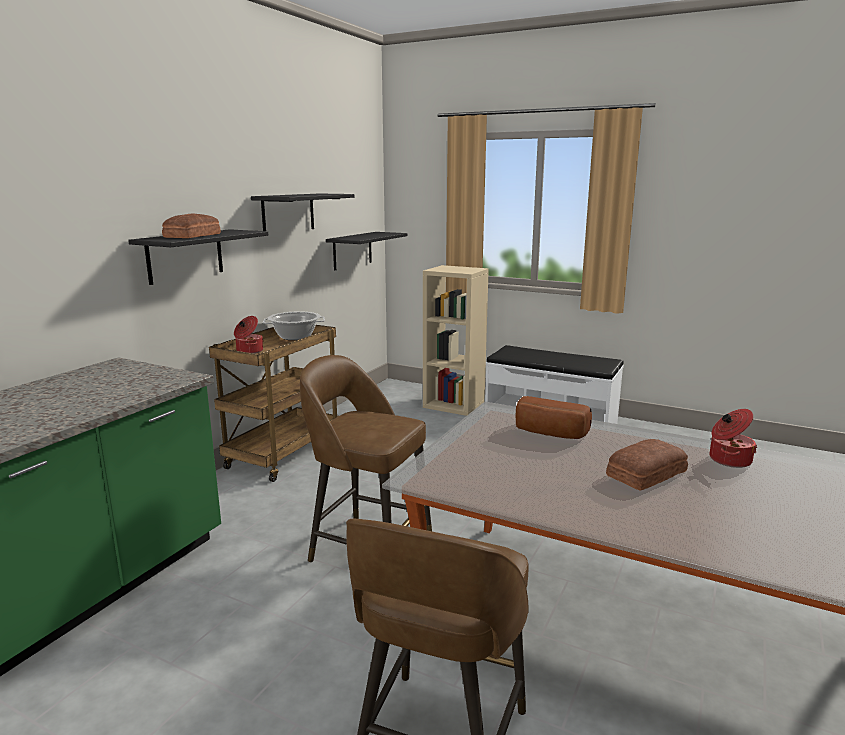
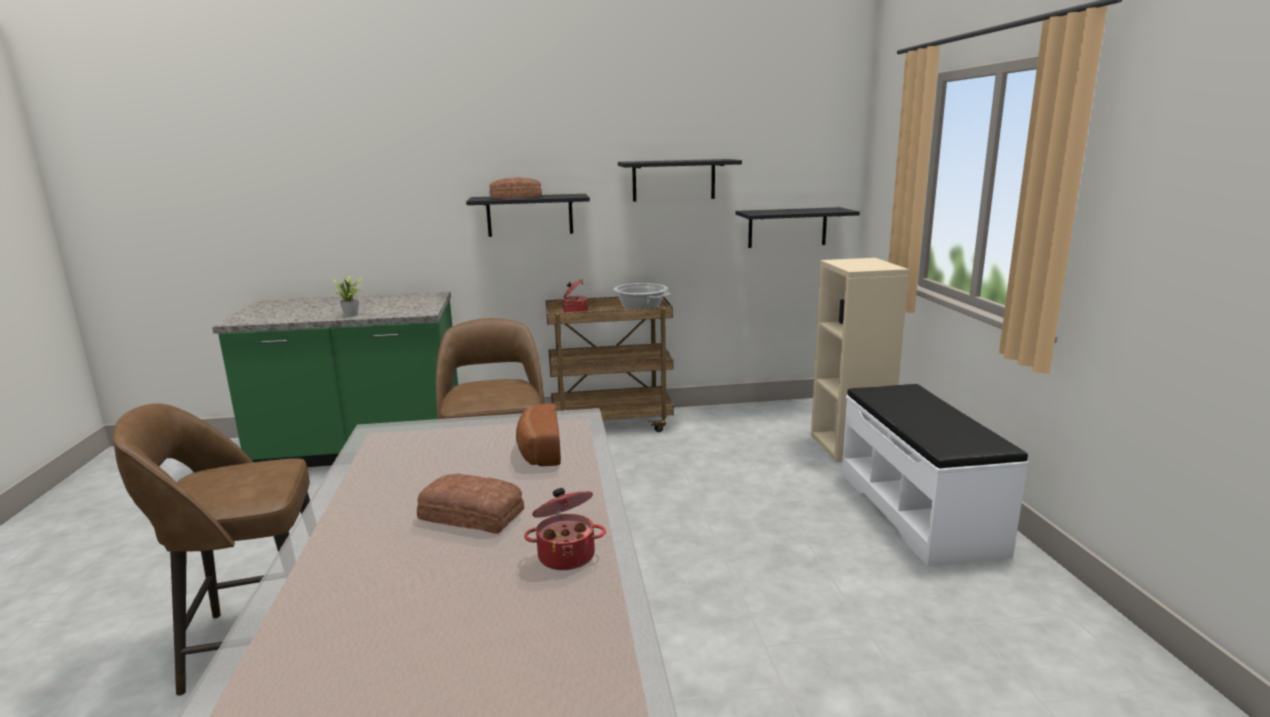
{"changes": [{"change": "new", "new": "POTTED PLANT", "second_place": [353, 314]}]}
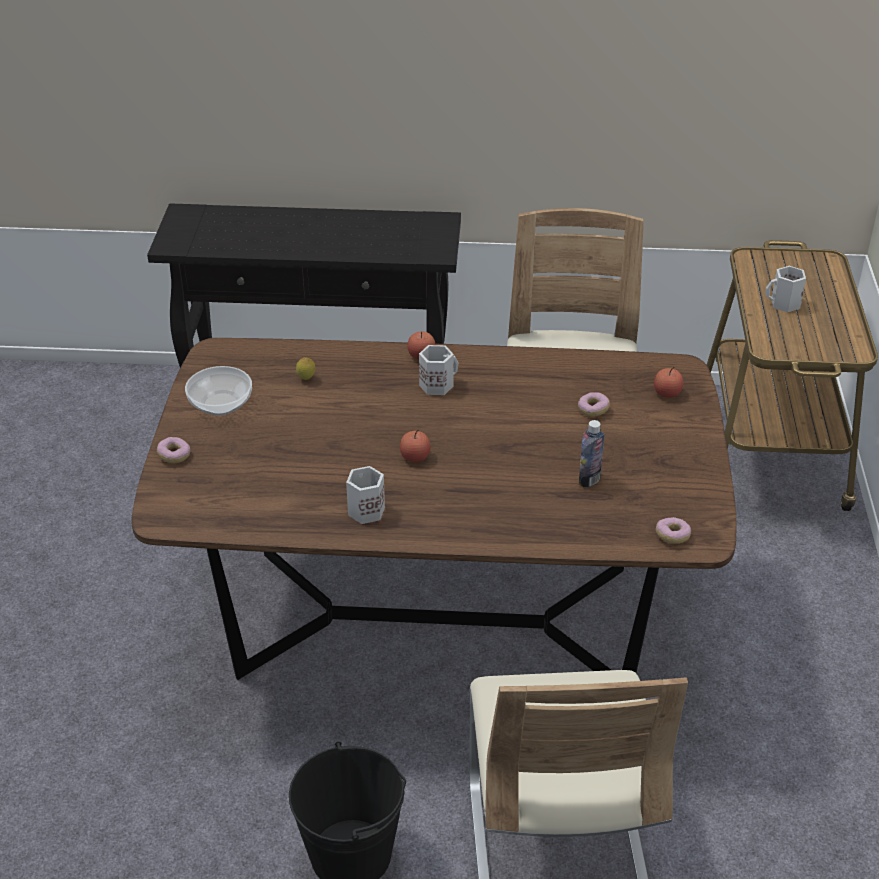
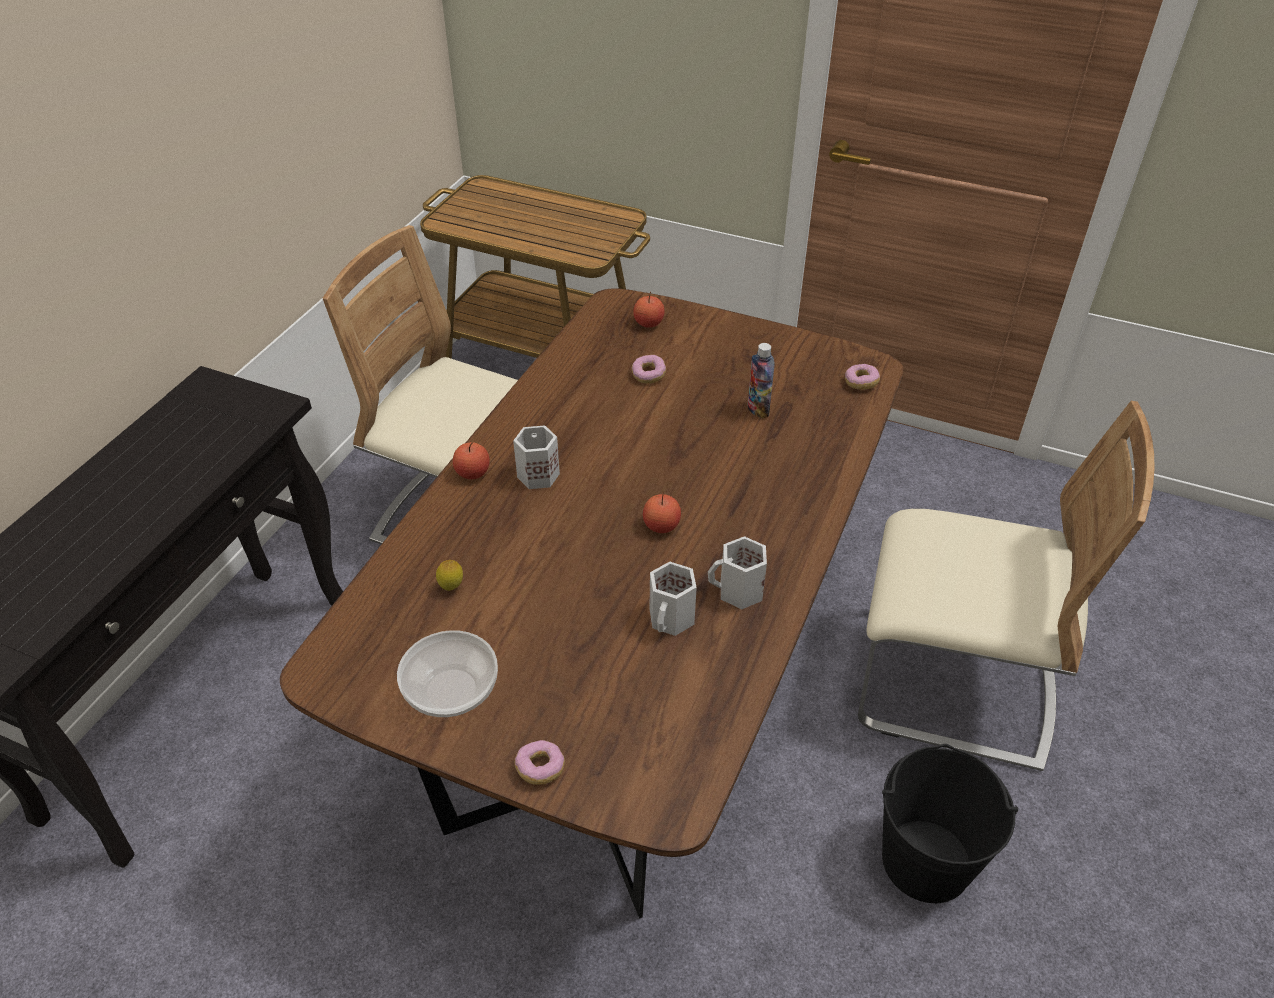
{"changes": [{"change": "shifted", "old": "WHITE MUG", "first_place": [784, 304], "second_place": [672, 619]}]}
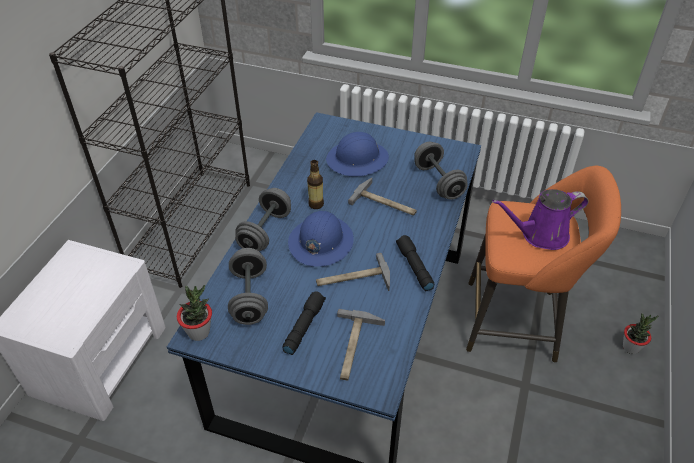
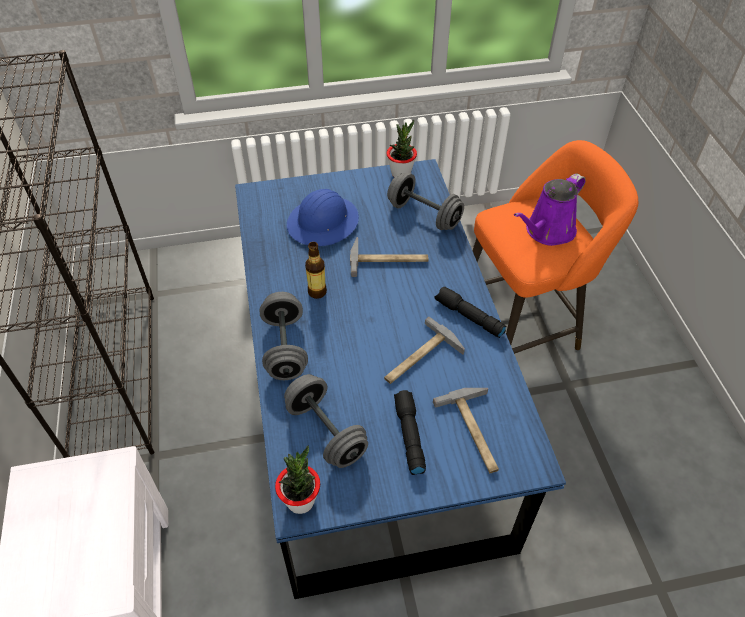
{"changes": [{"change": "shifted", "old": "POTTED PLANT", "first_place": [631, 347], "second_place": [401, 173]}, {"change": "gone", "old": "BLUE HARD HAT", "first_place": [320, 242]}]}
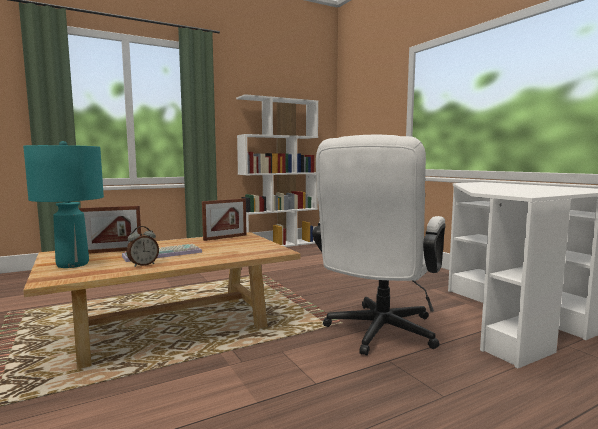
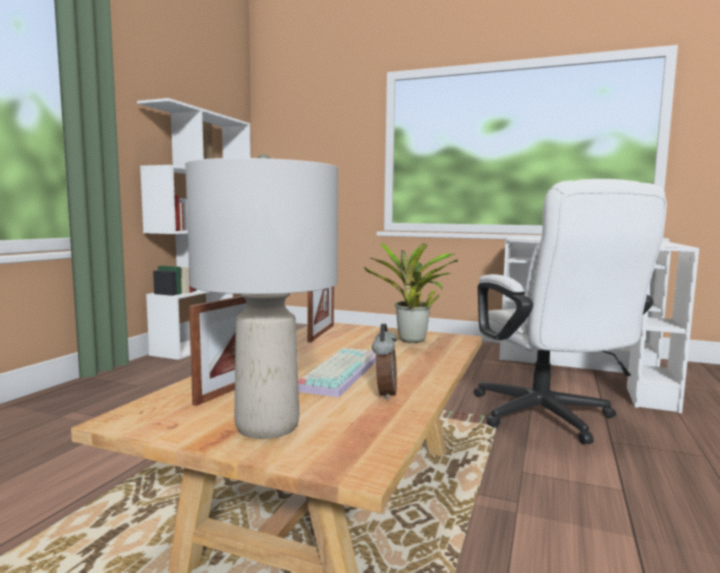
{"changes": [{"change": "repainted", "old": "TURQUOISE TABLE LAMP", "new": "GREY TABLE LAMP", "first_place": [72, 264], "second_place": [266, 426]}, {"change": "new", "new": "POTTED PLANT", "second_place": [411, 341]}]}
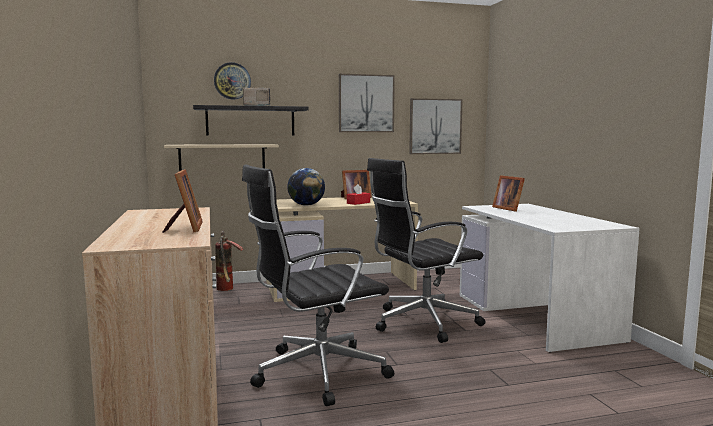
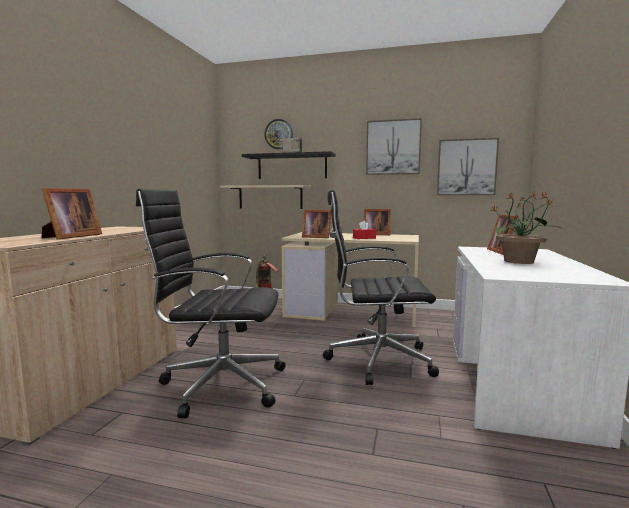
{"changes": [{"change": "swapped", "old": "GLOBE", "new": "PICTURE FRAME", "first_place": [306, 205], "second_place": [316, 237]}, {"change": "new", "new": "POTTED PLANT", "second_place": [520, 261]}]}
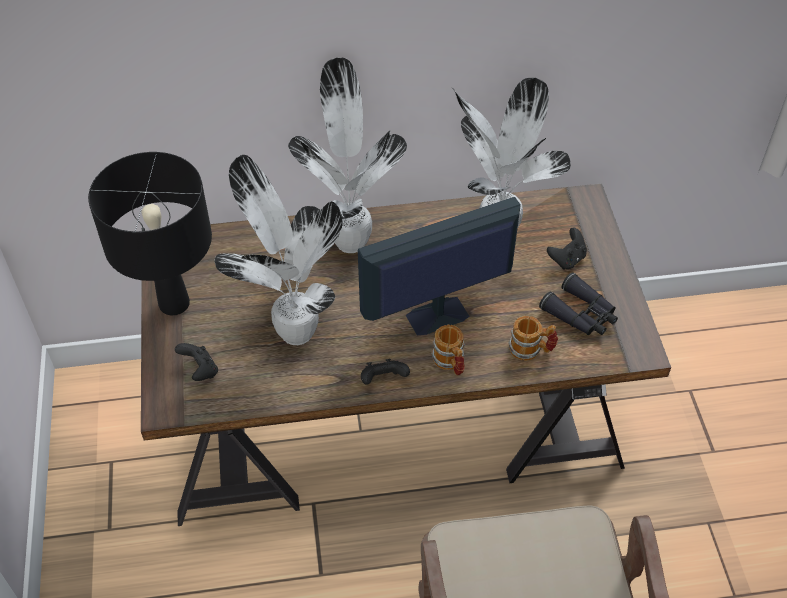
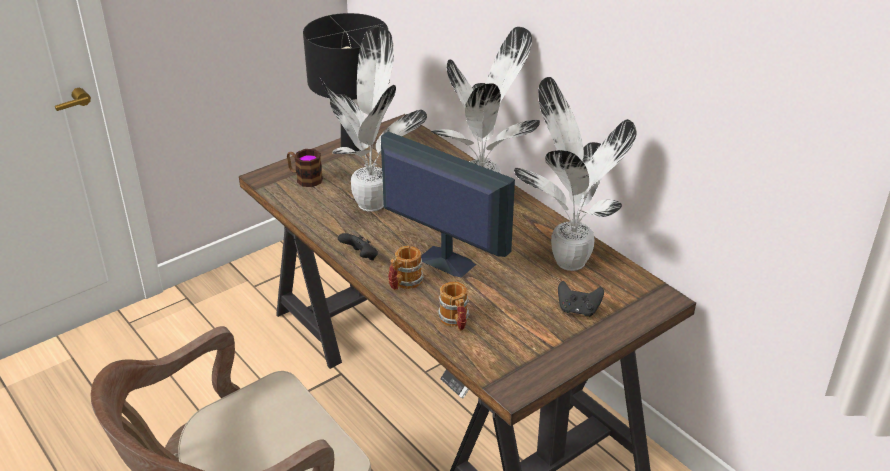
{"changes": [{"change": "swapped", "old": "BLACK GAME CONTROLLER", "new": "MUG", "first_place": [200, 370], "second_place": [305, 178]}, {"change": "gone", "old": "BLACK BINOCULARS", "first_place": [581, 314]}]}
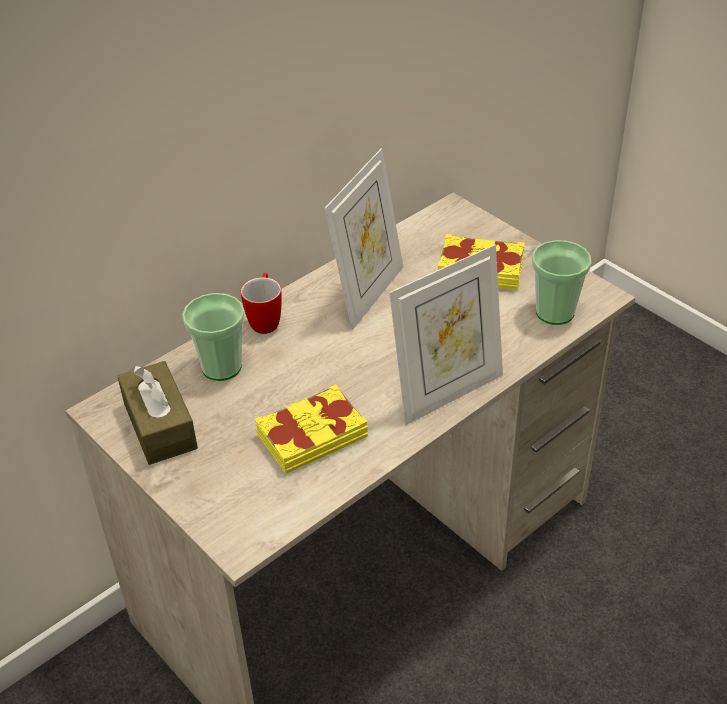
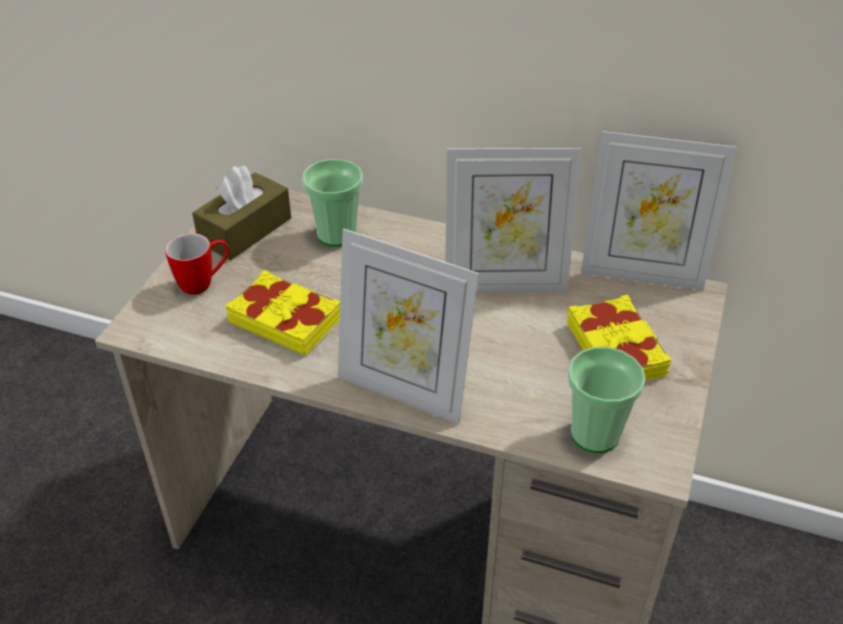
{"changes": [{"change": "shifted", "old": "MUG", "first_place": [265, 320], "second_place": [204, 283]}, {"change": "new", "new": "PICTURE FRAME", "second_place": [642, 273]}]}
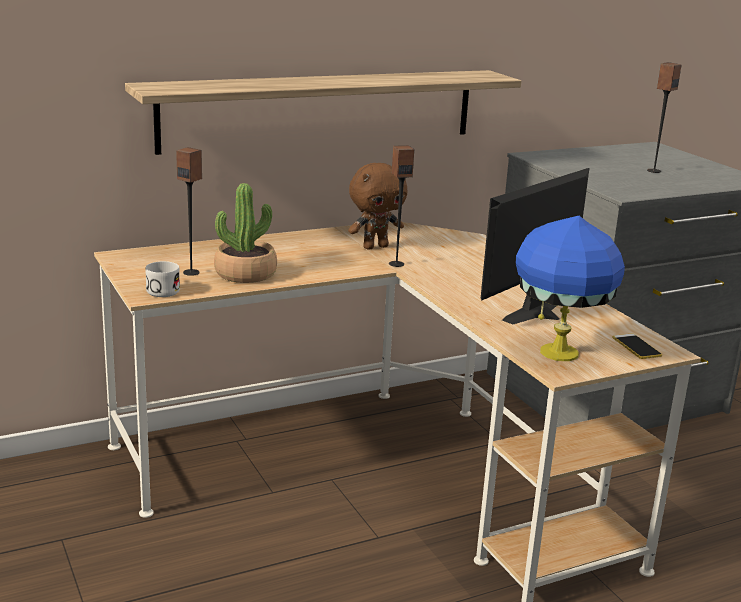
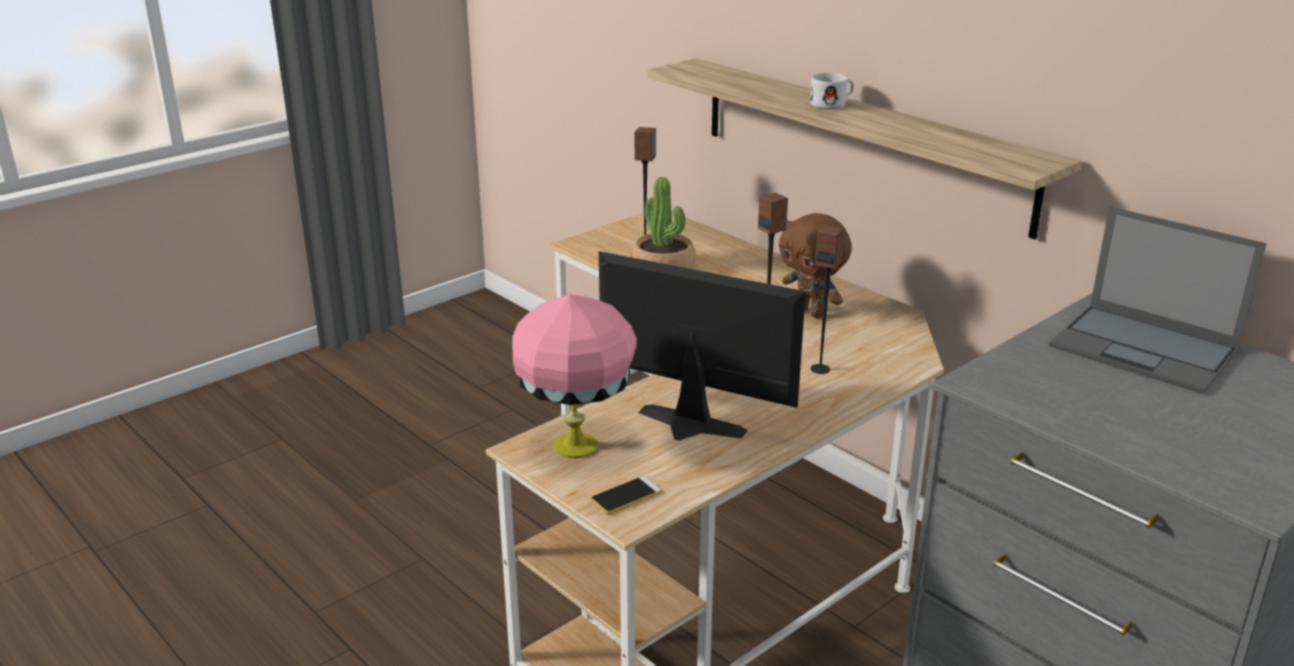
{"changes": [{"change": "repainted", "old": "BLUE TABLE LAMP", "new": "PINK TABLE LAMP", "first_place": [557, 352], "second_place": [577, 444]}, {"change": "shifted", "old": "WHITE MUG", "first_place": [163, 289], "second_place": [833, 104]}, {"change": "shifted", "old": "SPEAKER", "first_place": [653, 171], "second_place": [820, 369]}, {"change": "new", "new": "LAPTOP", "second_place": [1146, 349]}]}
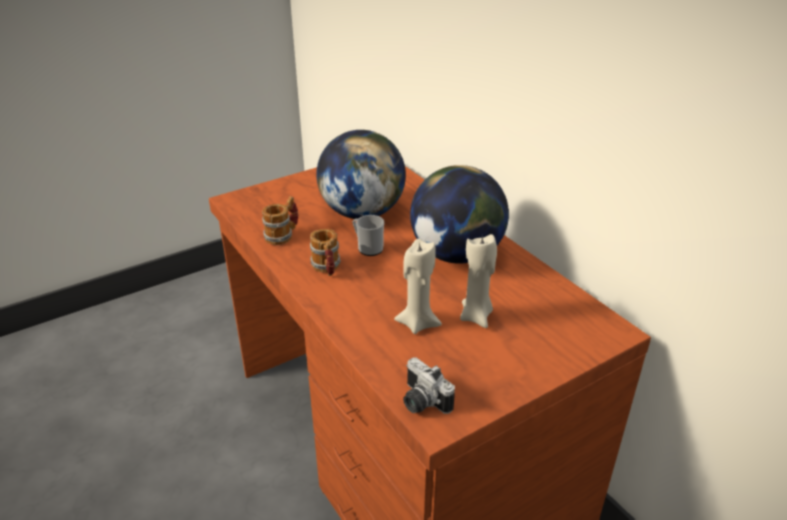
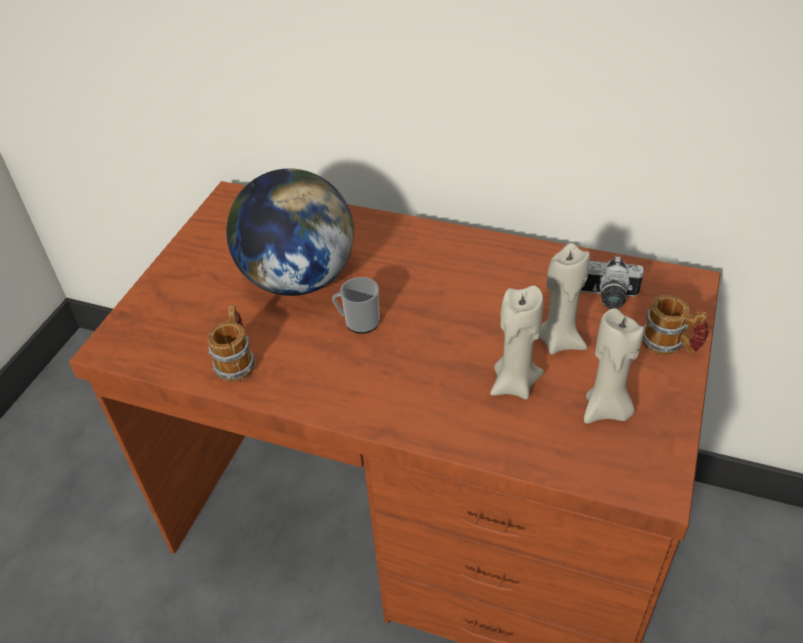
{"changes": [{"change": "shifted", "old": "PHOTO CAMERA", "first_place": [421, 402], "second_place": [607, 298]}, {"change": "new", "new": "BEIGE CANDLE", "second_place": [606, 410]}, {"change": "shifted", "old": "MUG", "first_place": [327, 268], "second_place": [670, 345]}, {"change": "gone", "old": "GLOBE", "first_place": [456, 255]}]}
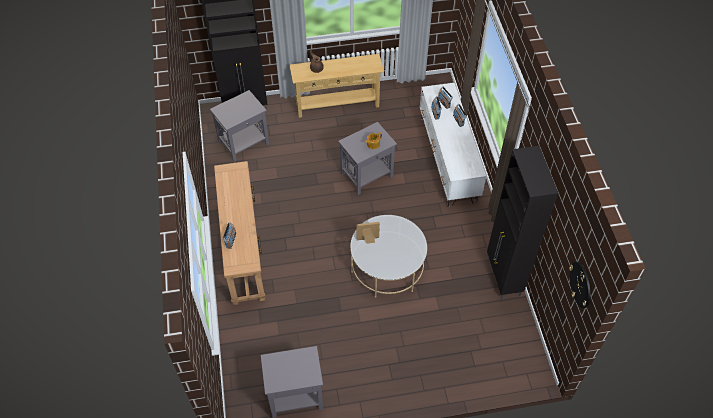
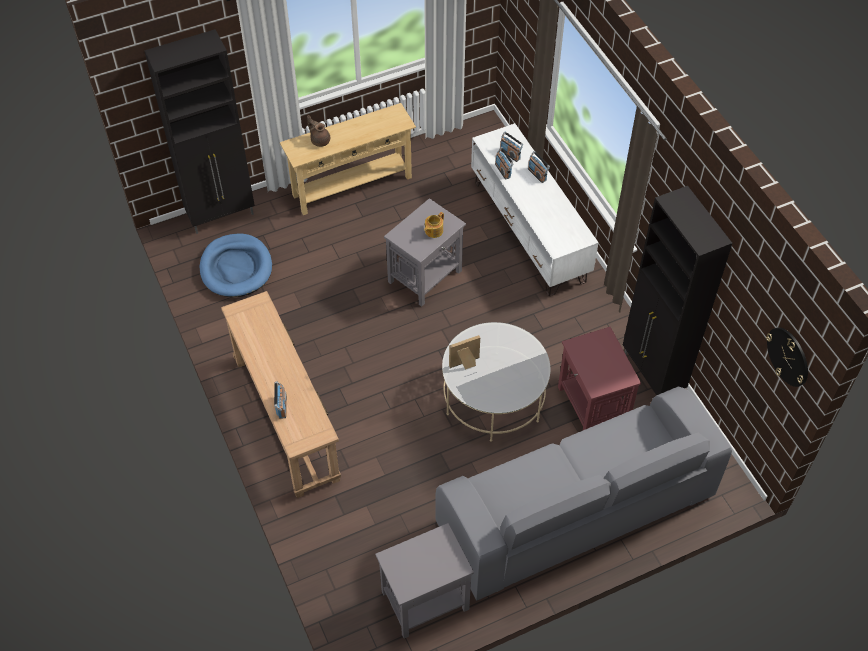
{"changes": [{"change": "swapped", "old": "GREY SIDE TABLE", "new": "BLUE DOG BED", "first_place": [244, 143], "second_place": [236, 268]}, {"change": "new", "new": "GREY SOFA", "second_place": [575, 510]}, {"change": "new", "new": "RED SIDE TABLE", "second_place": [592, 405]}]}
